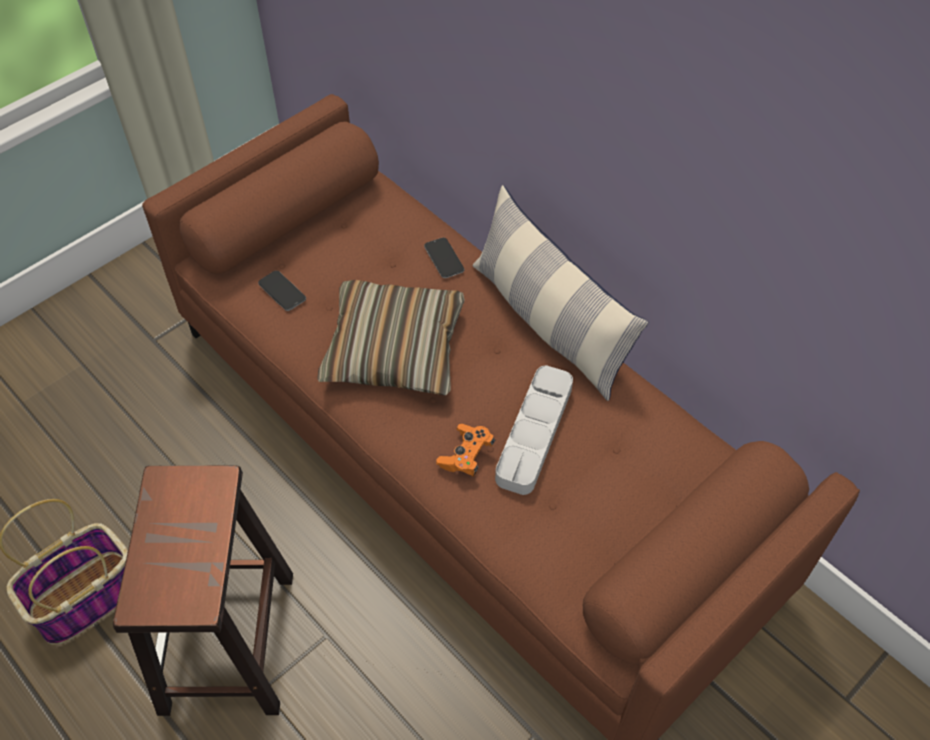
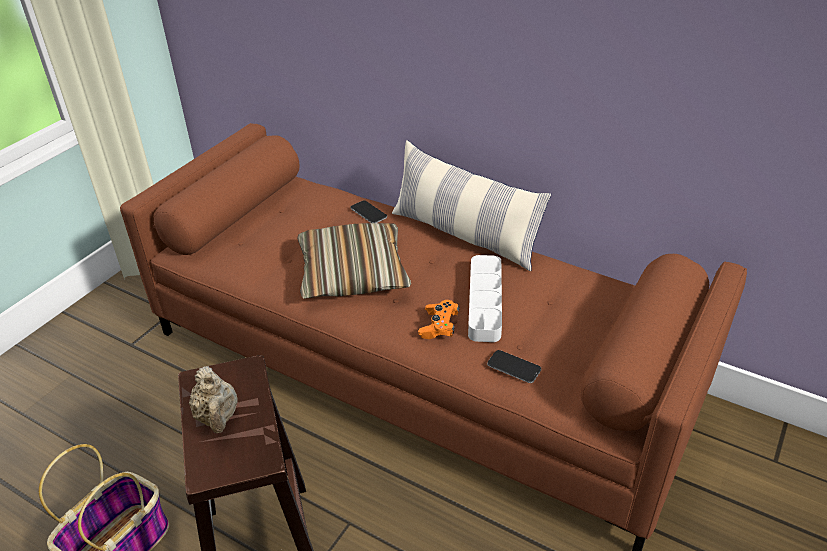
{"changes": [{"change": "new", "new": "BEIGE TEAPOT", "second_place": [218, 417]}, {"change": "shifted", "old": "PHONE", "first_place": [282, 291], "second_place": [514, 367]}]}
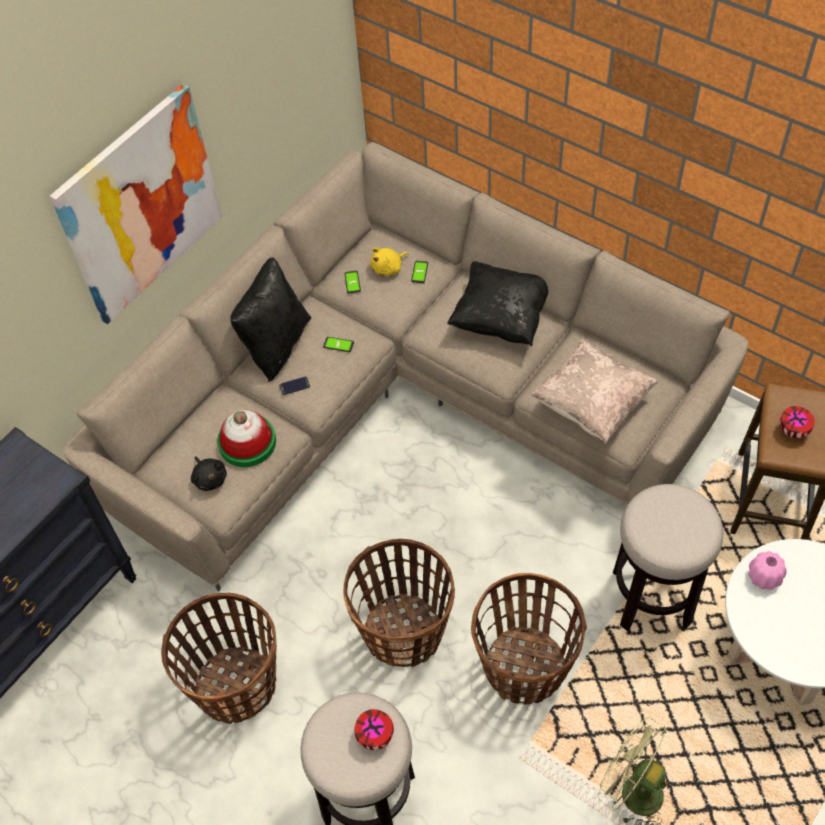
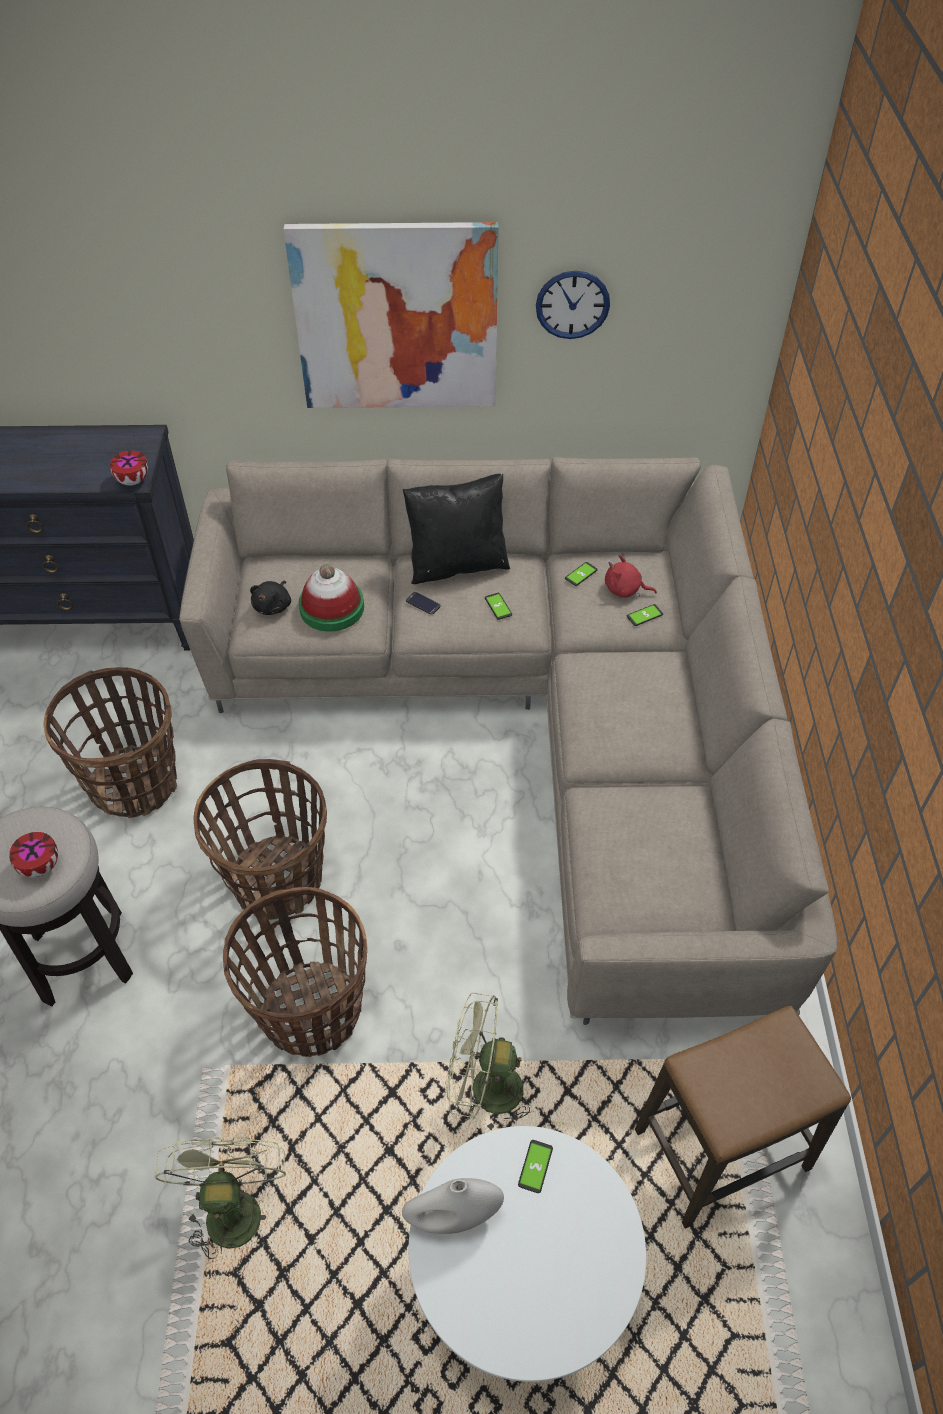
{"changes": [{"change": "shifted", "old": "BOWL", "first_place": [793, 431], "second_place": [132, 481]}, {"change": "new", "new": "WHITE VASE", "second_place": [453, 1217]}, {"change": "swapped", "old": "STOOL", "new": "GREEN FAN", "first_place": [652, 597], "second_place": [485, 1090]}, {"change": "swapped", "old": "PINK VASE", "new": "PHONE", "first_place": [764, 577], "second_place": [535, 1166]}, {"change": "new", "new": "WALL CLOCK", "second_place": [572, 304]}, {"change": "repainted", "old": "YELLOW PLUSH TOY", "new": "RED PLUSH TOY", "first_place": [388, 268], "second_place": [625, 590]}, {"change": "gone", "old": "BLACK PILLOW", "first_place": [500, 318]}, {"change": "gone", "old": "BEIGE PILLOW", "first_place": [591, 404]}]}
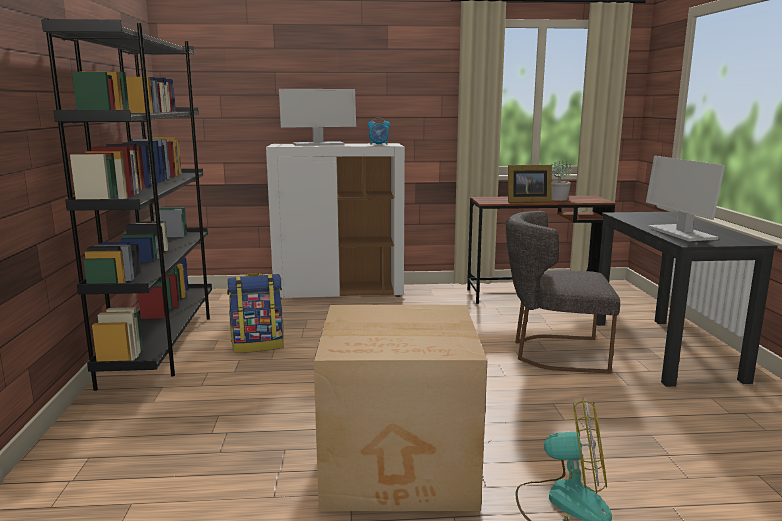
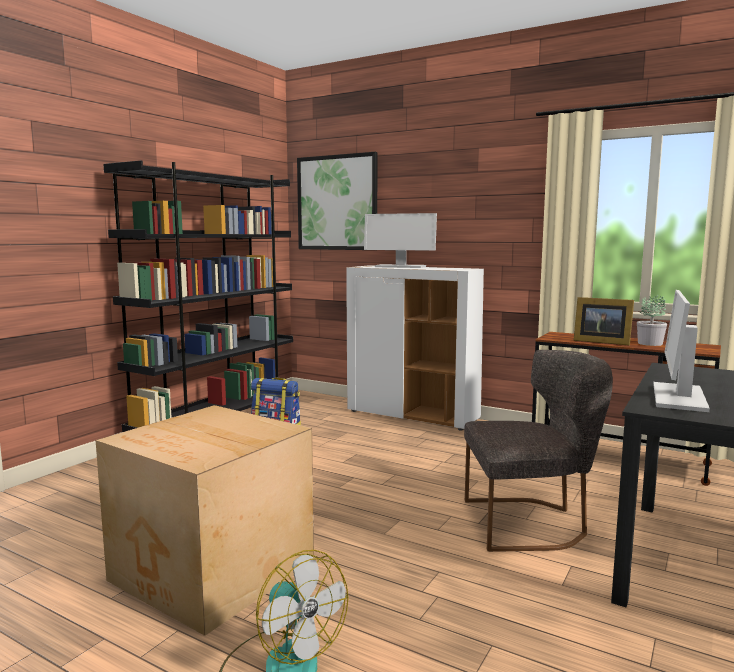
{"changes": [{"change": "new", "new": "PICTURE", "second_place": [337, 203]}, {"change": "rotated", "old": "GREY CHAIR", "first_place": [554, 352], "second_place": [531, 523], "degrees": 135}, {"change": "gone", "old": "ALARM CLOCK", "first_place": [379, 144]}]}
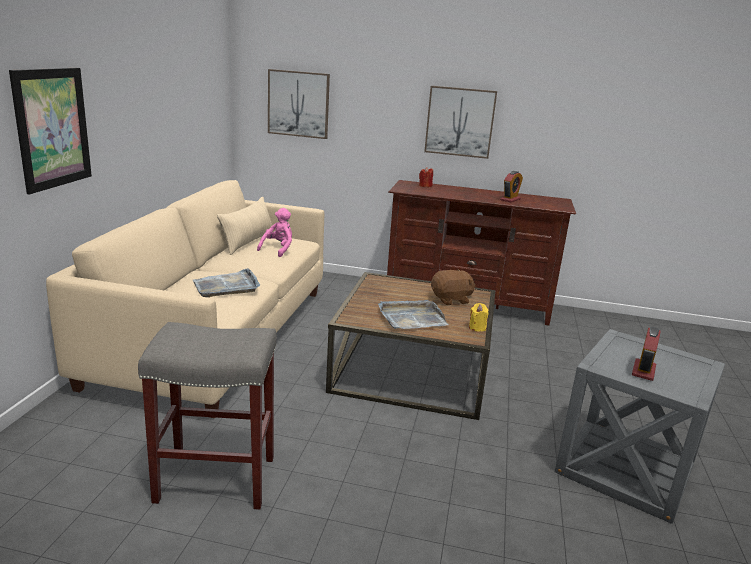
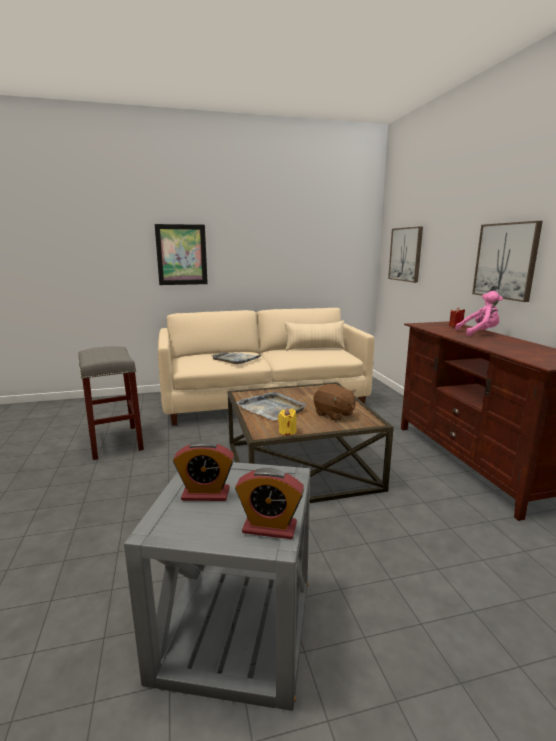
{"changes": [{"change": "shifted", "old": "ALARM CLOCK", "first_place": [510, 199], "second_place": [269, 528]}, {"change": "shifted", "old": "PINK PLUSH TOY", "first_place": [278, 249], "second_place": [479, 333]}]}
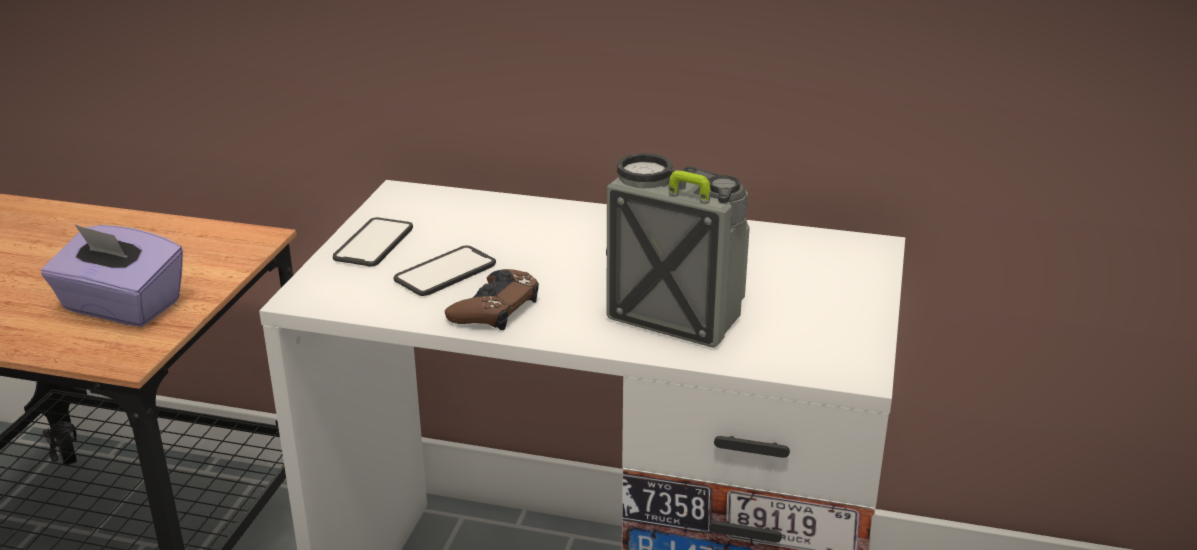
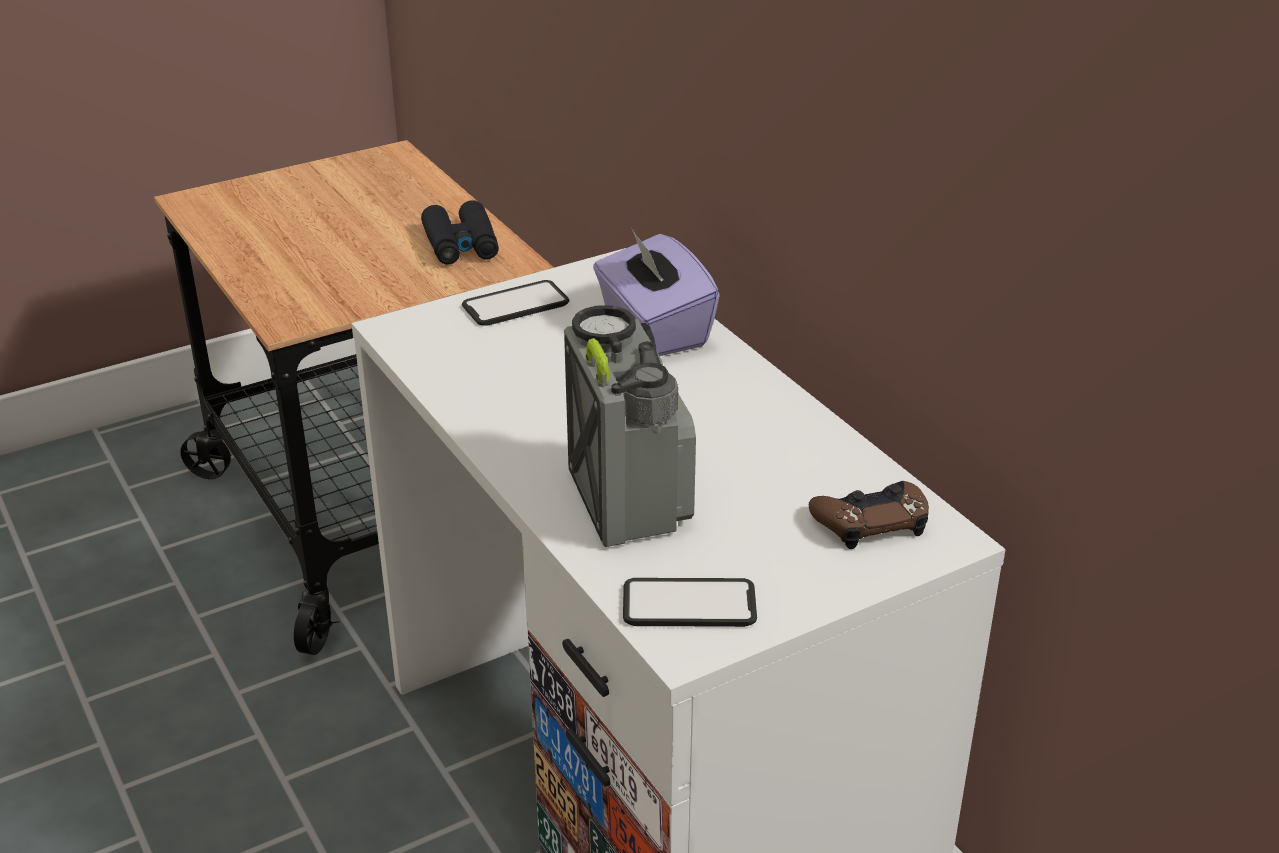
{"changes": [{"change": "new", "new": "BLACK BINOCULARS", "second_place": [461, 245]}, {"change": "shifted", "old": "PURPLE TISSUE BOX", "first_place": [121, 307], "second_place": [653, 330]}, {"change": "shifted", "old": "PHONE", "first_place": [445, 272], "second_place": [689, 604]}, {"change": "shifted", "old": "BROWN GAME CONTROLLER", "first_place": [495, 308], "second_place": [871, 521]}]}
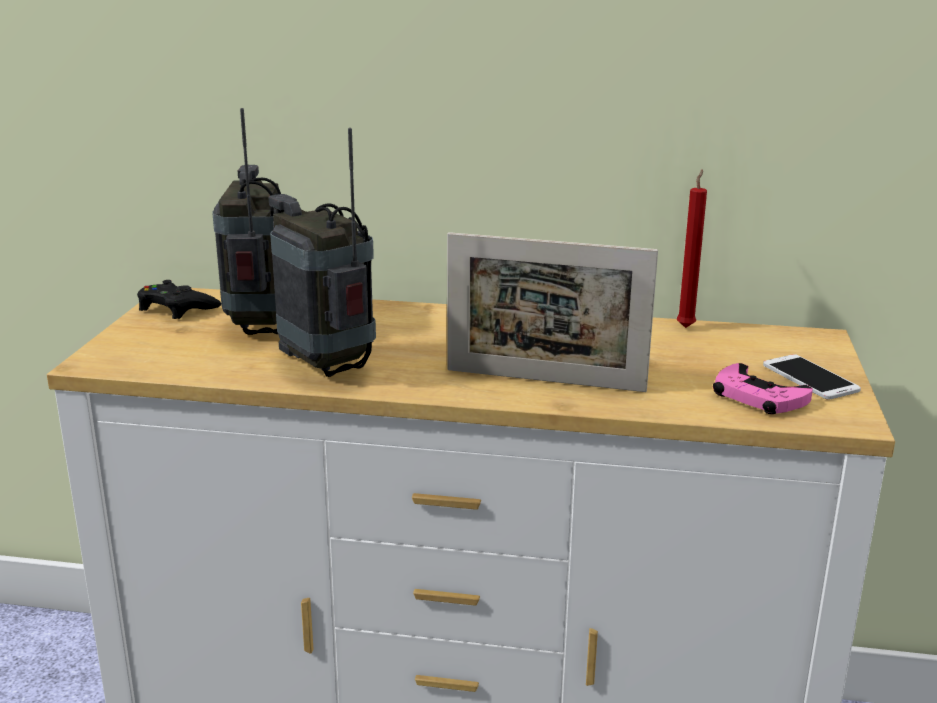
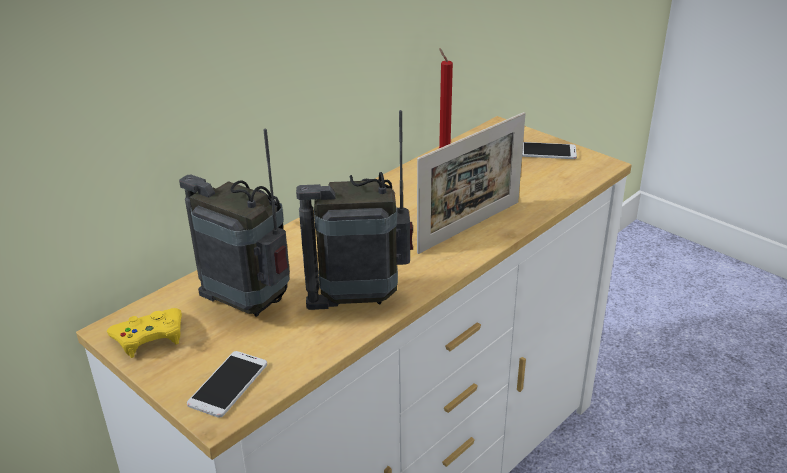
{"changes": [{"change": "repainted", "old": "BLACK GAME CONTROLLER", "new": "YELLOW GAME CONTROLLER", "first_place": [176, 308], "second_place": [149, 337]}, {"change": "new", "new": "PHONE", "second_place": [228, 384]}, {"change": "gone", "old": "PINK GAME CONTROLLER", "first_place": [758, 397]}]}
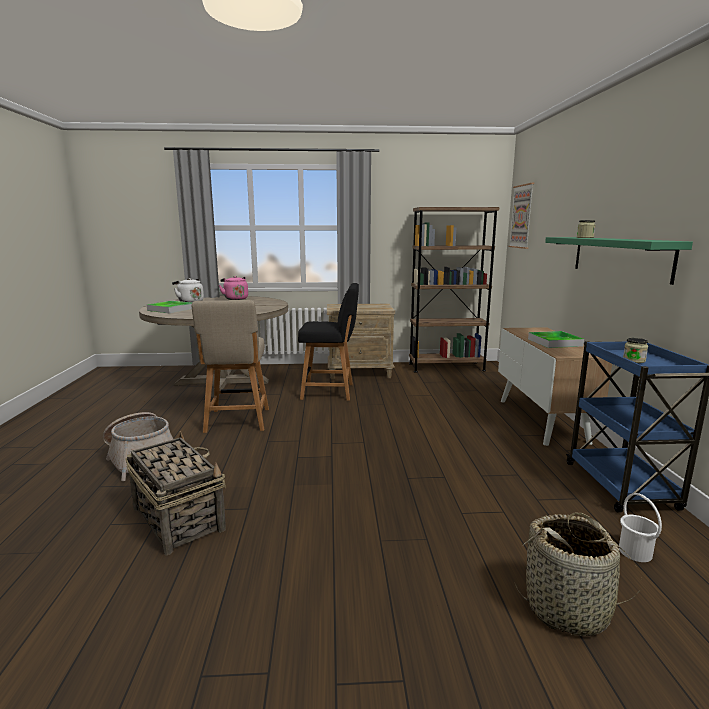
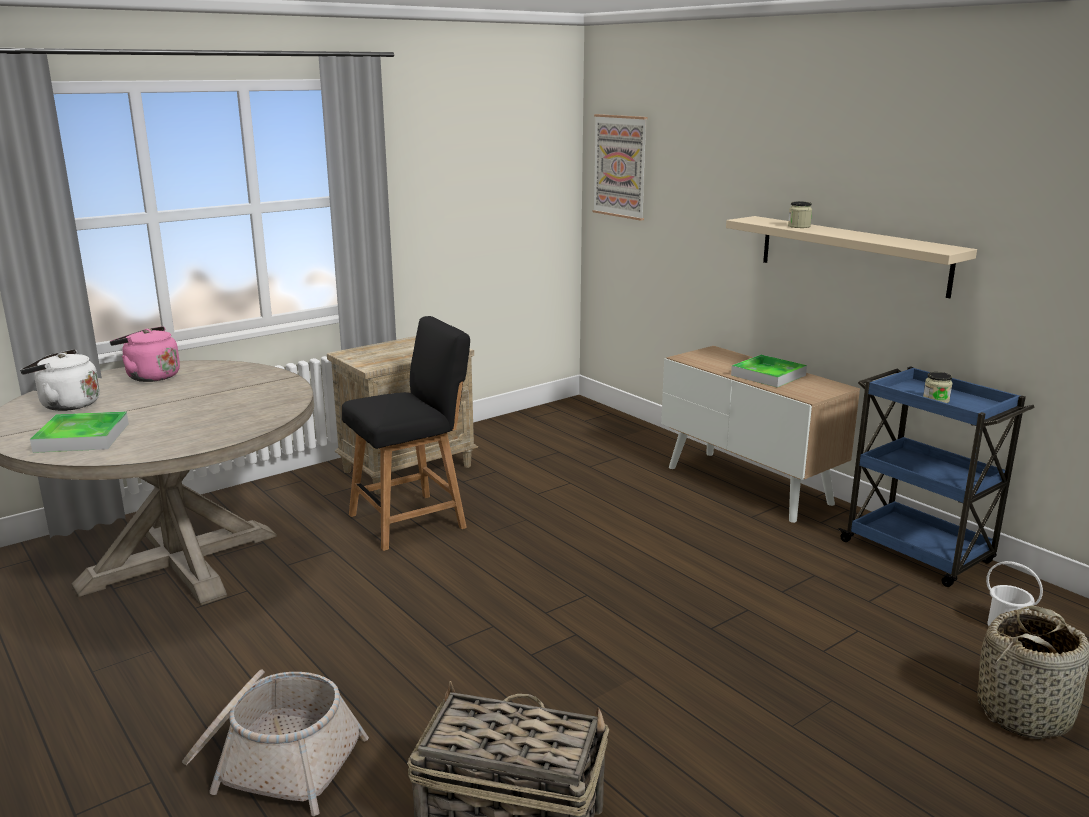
{"changes": [{"change": "repainted", "old": "GREEN SHELF", "new": "BEIGE SHELF", "first_place": [619, 257], "second_place": [852, 254]}, {"change": "gone", "old": "BEIGE CHAIR", "first_place": [237, 421]}, {"change": "gone", "old": "BROWN BOOKCASE", "first_place": [446, 367]}]}
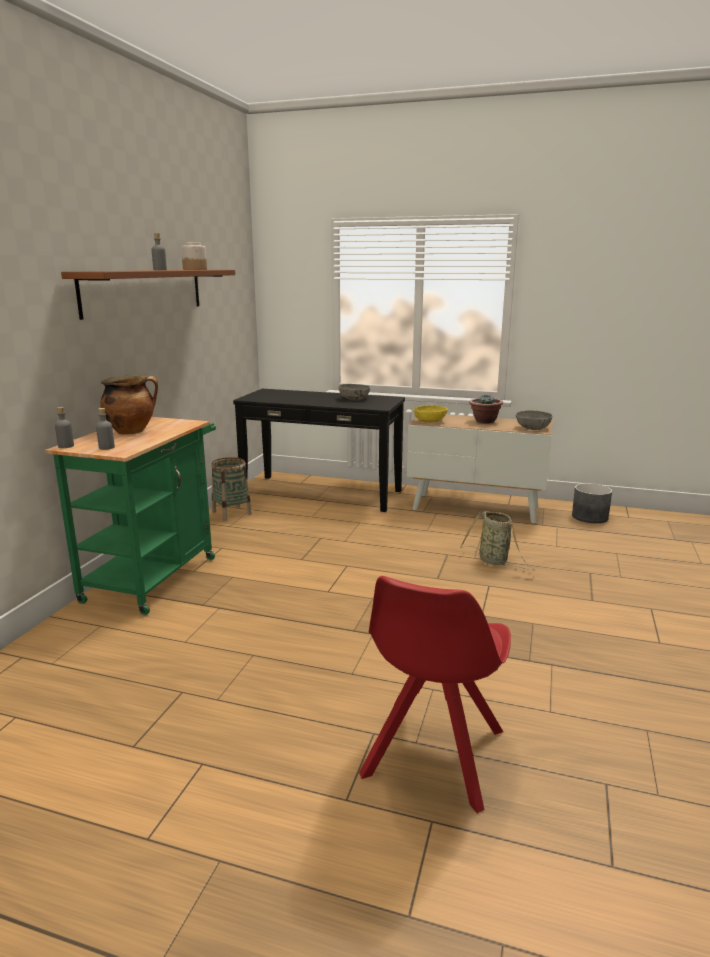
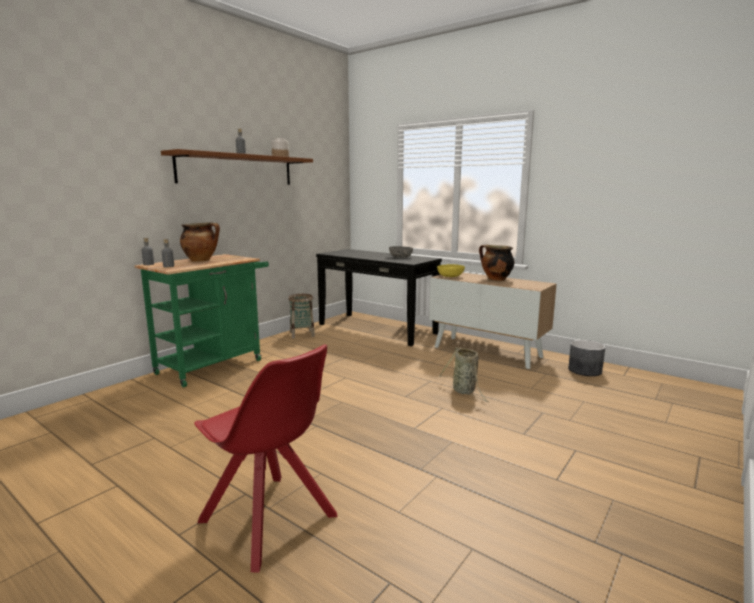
{"changes": [{"change": "rotated", "old": "RED CHAIR", "first_place": [432, 755], "second_place": [270, 520], "degrees": -90}, {"change": "swapped", "old": "POTTED PLANT", "new": "COOKING POT", "first_place": [484, 421], "second_place": [495, 279]}, {"change": "gone", "old": "GREY BOWL", "first_place": [532, 428]}]}
